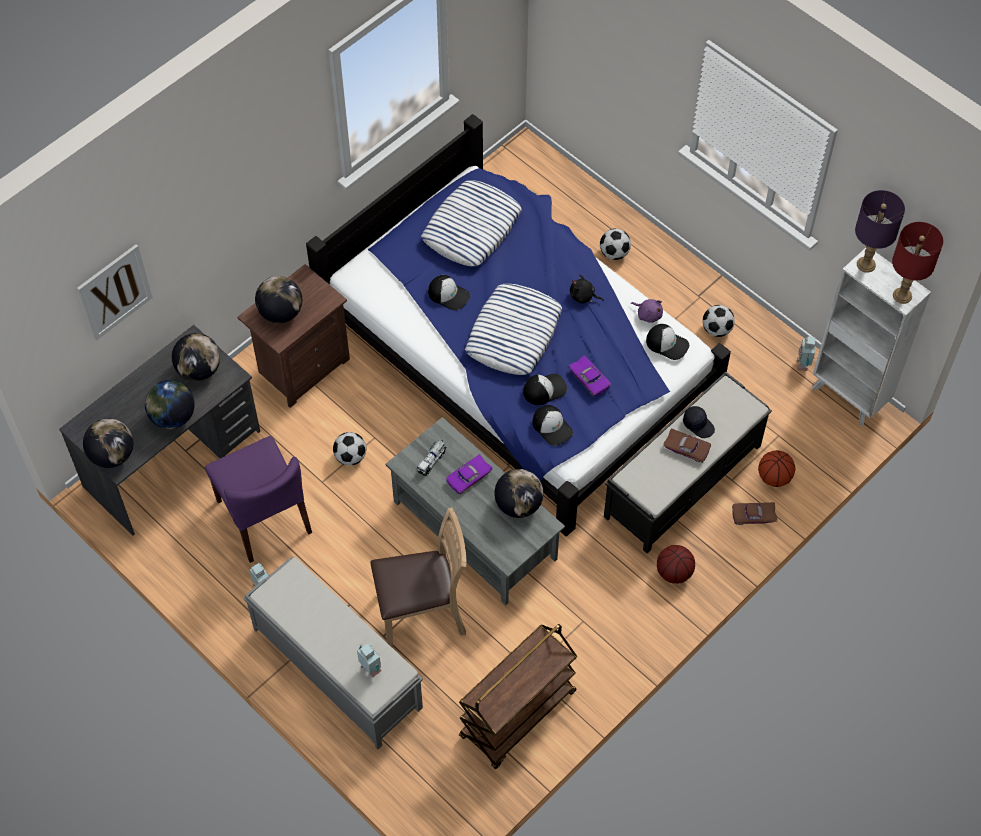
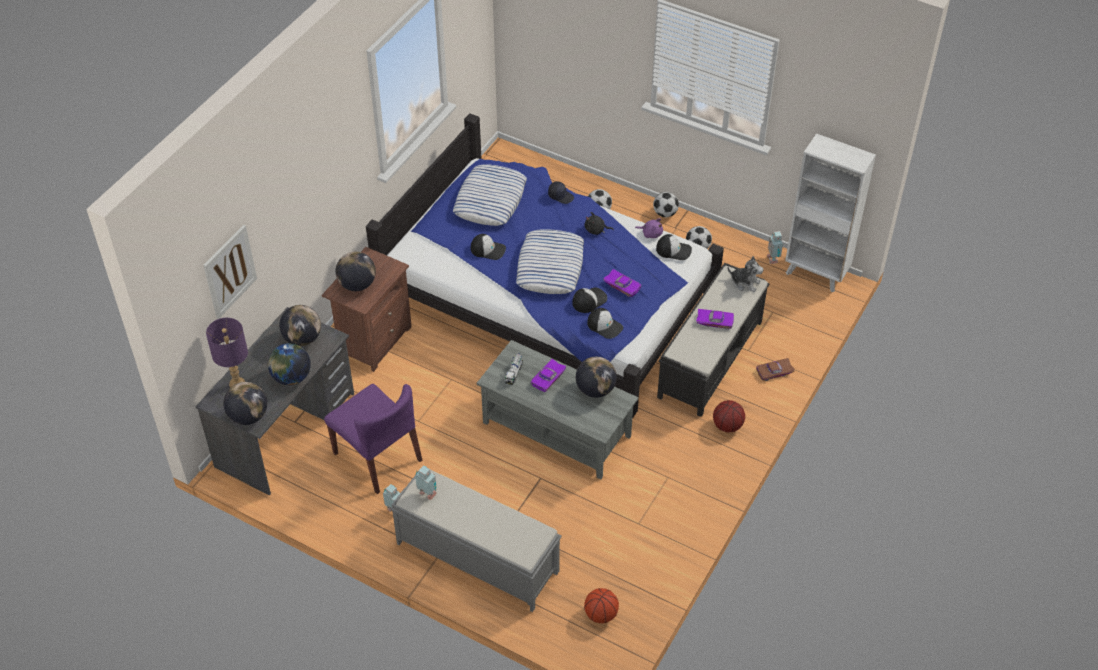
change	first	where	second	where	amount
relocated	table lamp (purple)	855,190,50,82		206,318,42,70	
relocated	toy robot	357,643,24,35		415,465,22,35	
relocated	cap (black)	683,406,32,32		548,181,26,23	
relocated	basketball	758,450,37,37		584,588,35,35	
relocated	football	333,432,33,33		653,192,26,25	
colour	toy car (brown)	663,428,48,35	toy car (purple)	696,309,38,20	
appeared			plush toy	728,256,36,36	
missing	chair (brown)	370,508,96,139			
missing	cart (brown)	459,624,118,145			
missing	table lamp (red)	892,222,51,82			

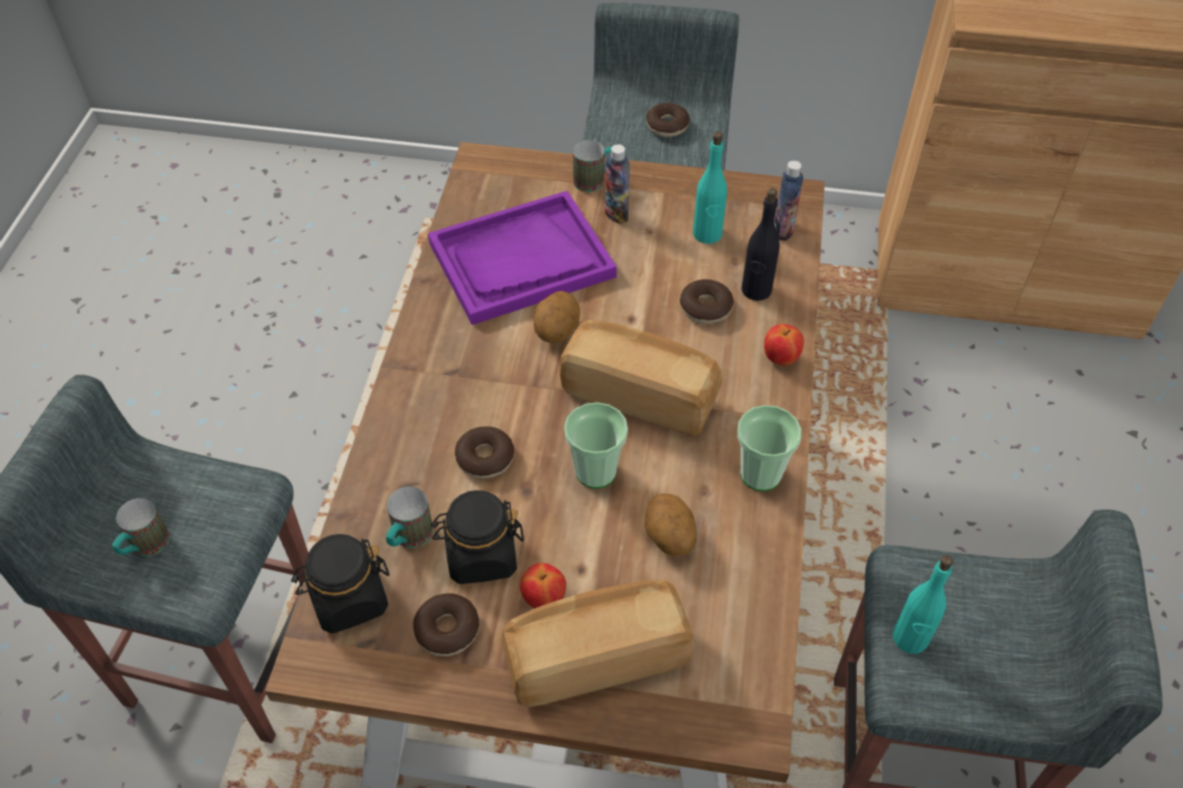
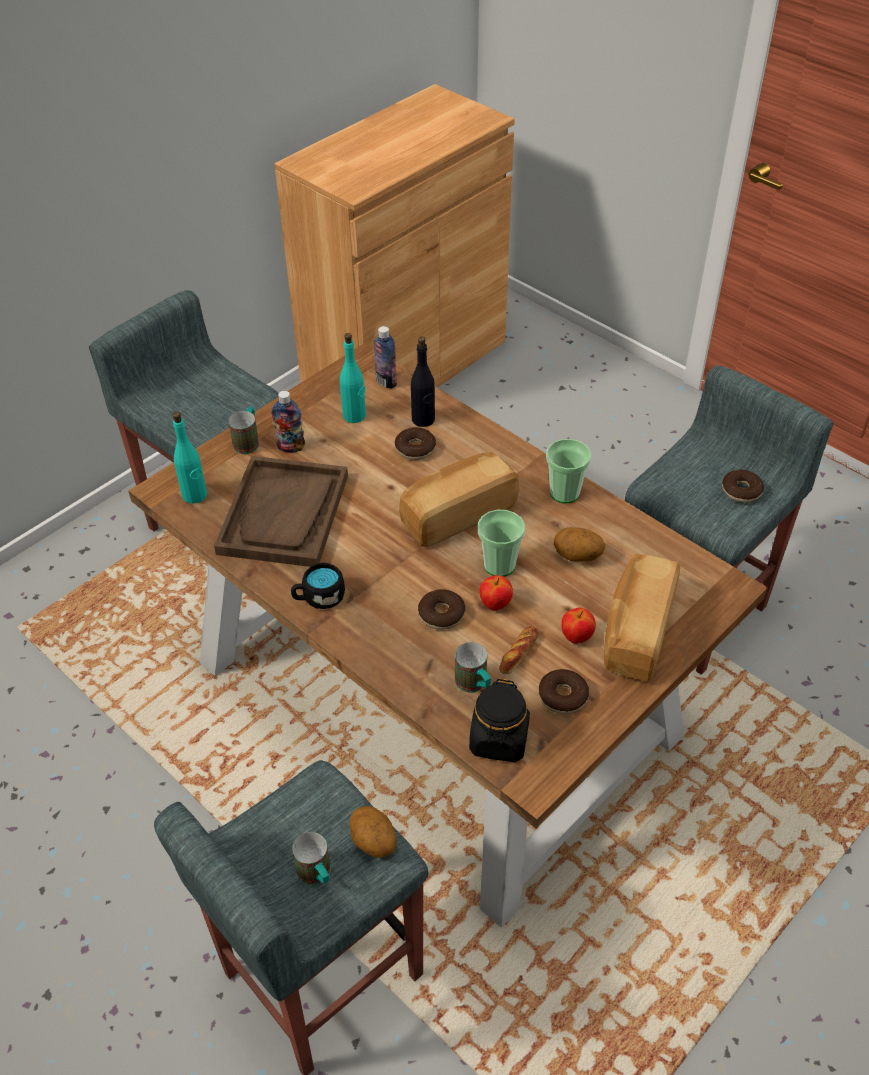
change	first	where	second	where	amount
relocated	bottle (turquoise)	893,555,60,99		173,412,34,92	
colour	tray (purple)	428,191,189,134	tray (brown)	214,456,134,111	
appeared			mug (black)	291,563,54,46	
relocated	potato	534,291,46,53		350,806,47,52	
relocated	apple	764,324,40,42		480,575,33,36	
exchanged	jar (black)	431,490,93,94	bread	499,626,40,48	
relocated	donut	646,103,44,34		722,469,42,34	

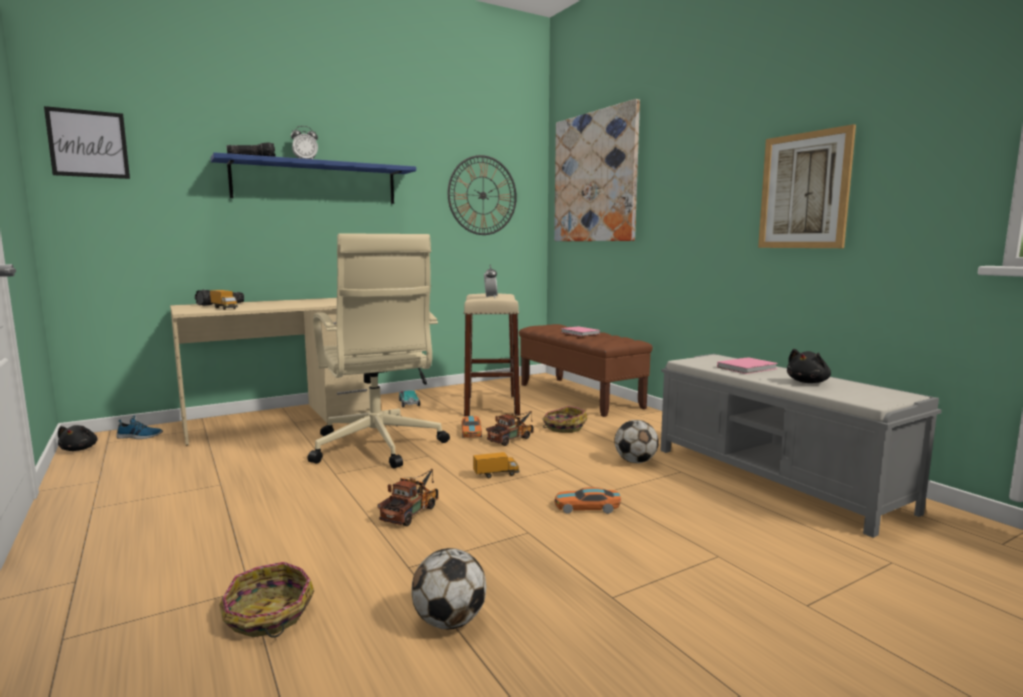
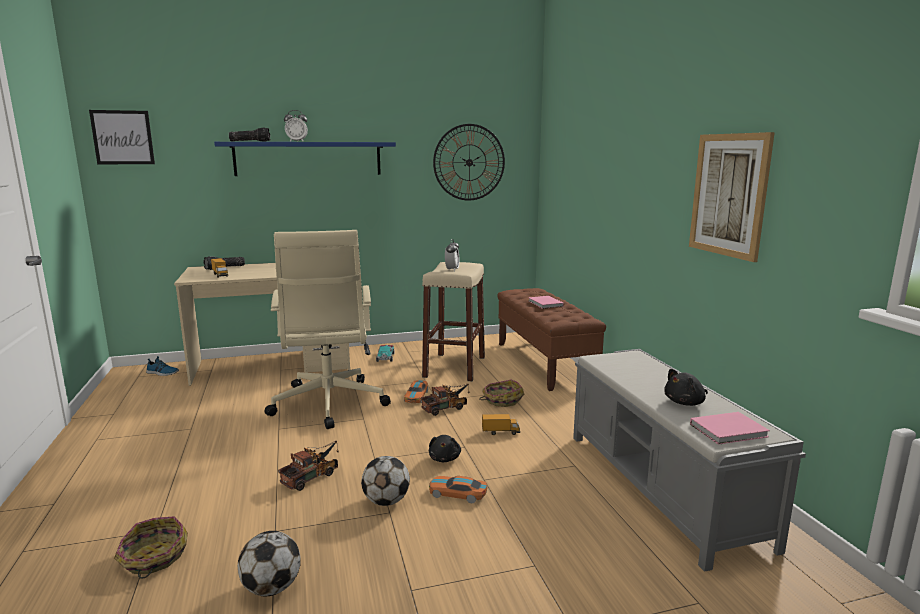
change	first	where	second	where	amount
relocated	football	614,420,45,43		361,456,49,50	
relocated	plush toy (black)	58,425,39,26		429,435,32,27	
relocated	toy truck	473,452,46,26		482,414,38,21	
relocated	book (pink)	717,357,61,17		690,412,80,33	
missing	picture	554,99,86,142			

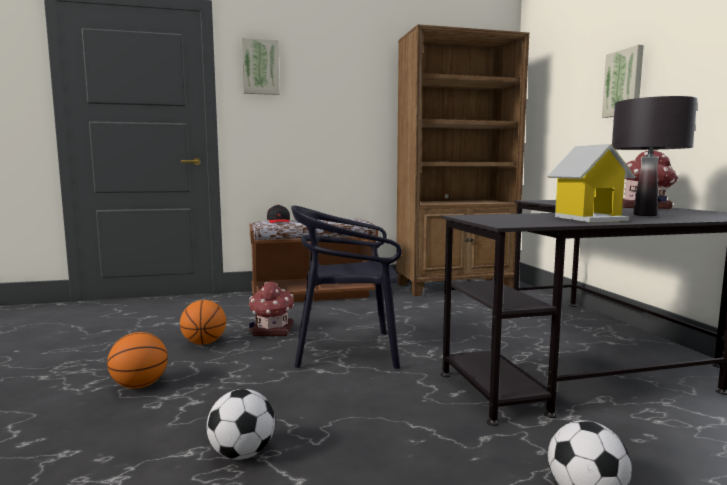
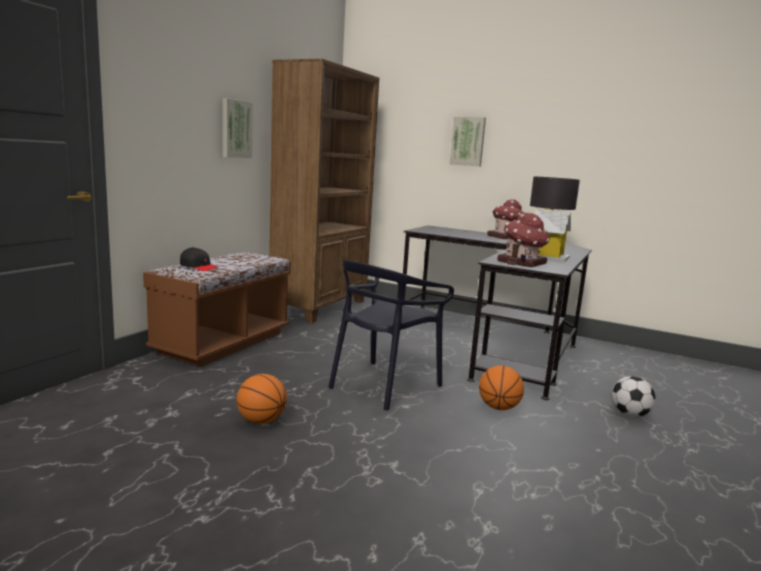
change	first	where	second	where	amount
relocated	picture	242,38,37,57		223,98,30,60	
relocated	basketball	107,332,61,57		479,365,45,45	
relocated	toy house	249,281,45,55		498,212,52,55	
missing	football	207,389,68,71			

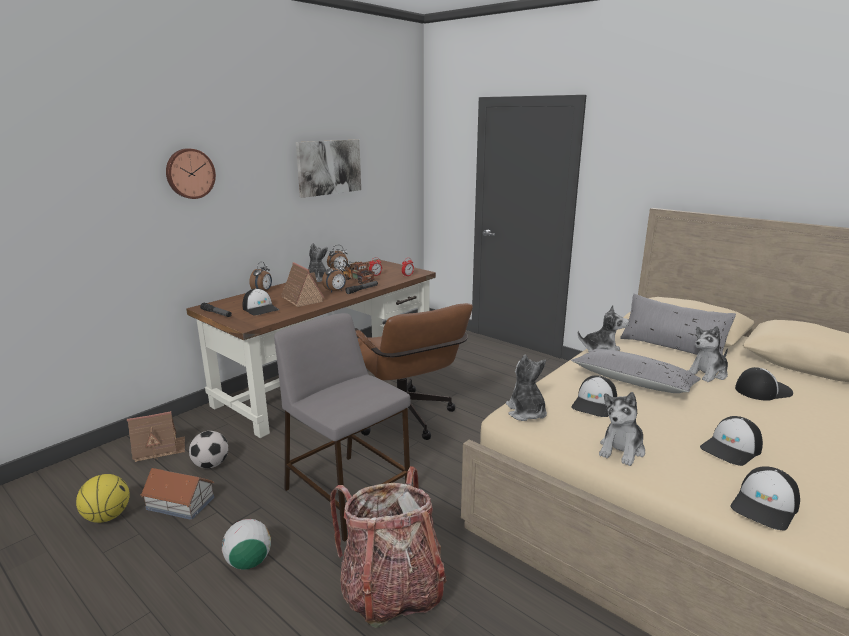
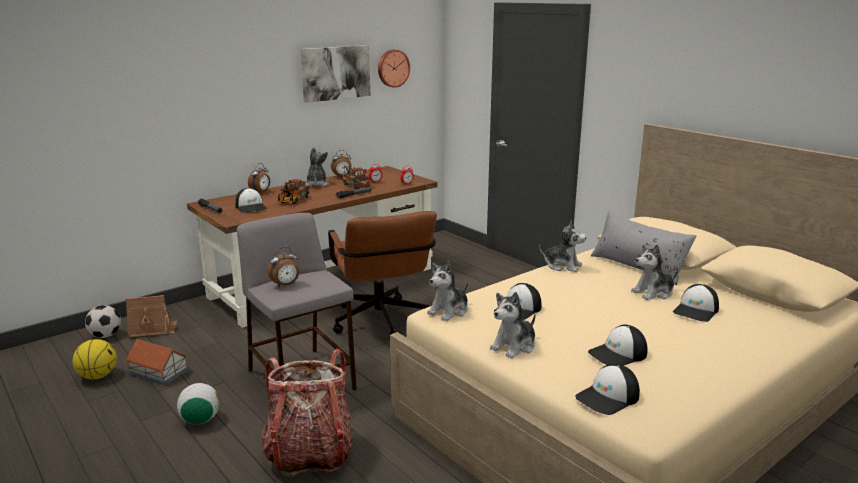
change	first	where	second	where	amount
relocated	football	189,431,39,38		85,305,36,33	
relocated	alarm clock	322,261,24,32		267,247,32,41	
exchanged	toy house	281,262,44,45	toy truck	278,179,32,25	
relocated	wall clock	166,148,50,51		378,49,32,39	
spun	plush toy	506,354,41,67		427,261,41,60	135 degrees counterclockwise
spun	cap	735,367,58,34		673,284,46,38	135 degrees clockwise
missing	pillow (grey)	571,349,130,44			

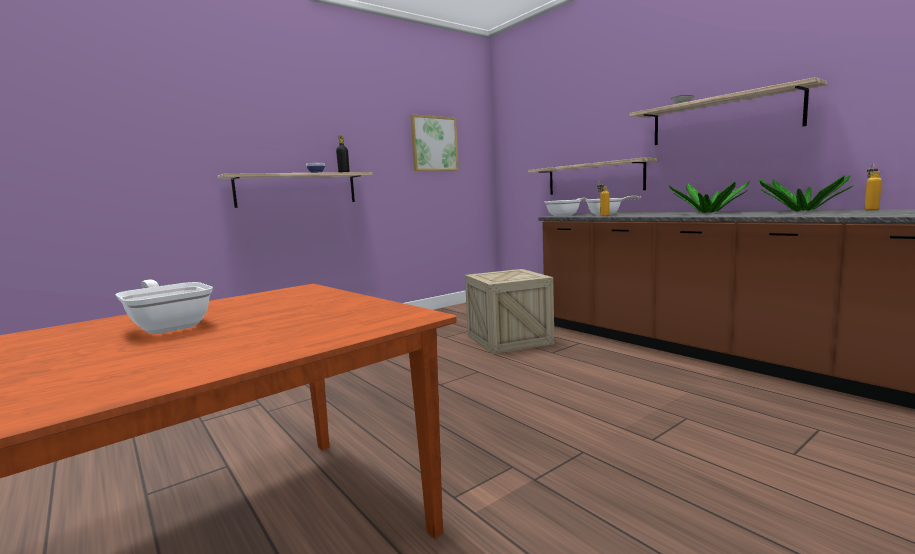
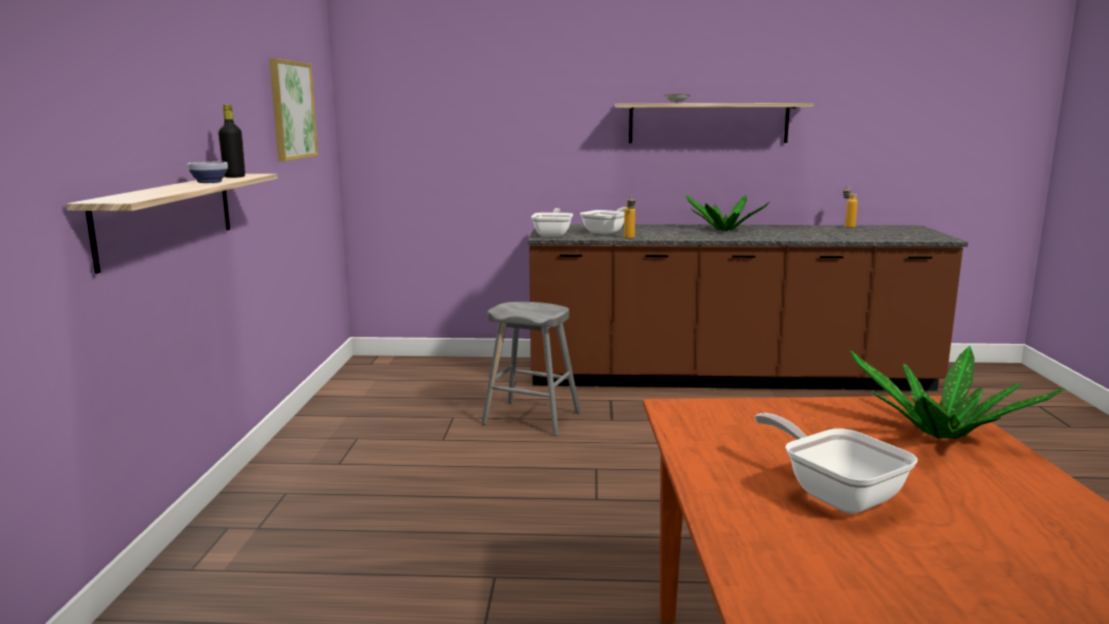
change	first	where	second	where	amount
exchanged	crate	465,269,90,85	stool (grey)	482,302,99,134	
spun	frying pan	116,279,97,55		755,413,162,101	60 degrees clockwise
relocated	potted plant	759,175,95,37		850,346,215,93	
missing	shelf	528,158,129,37			

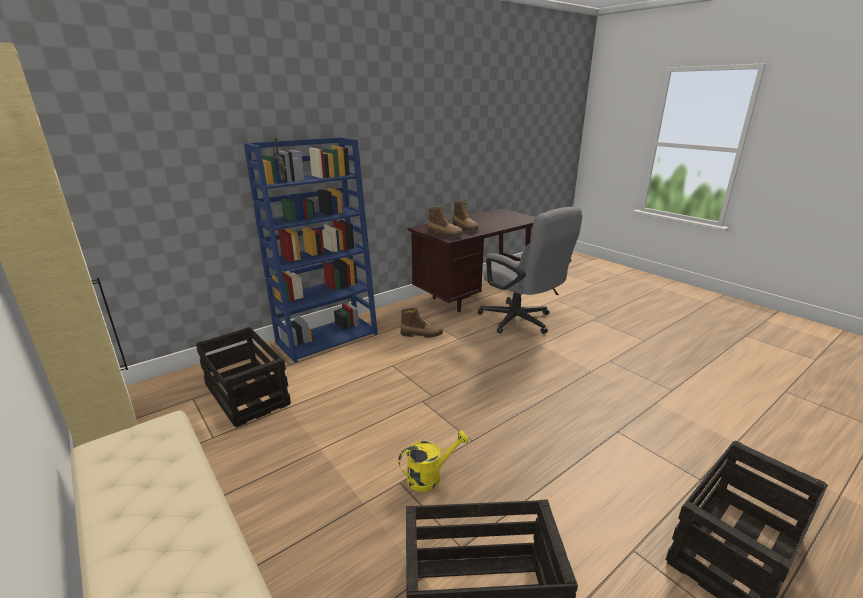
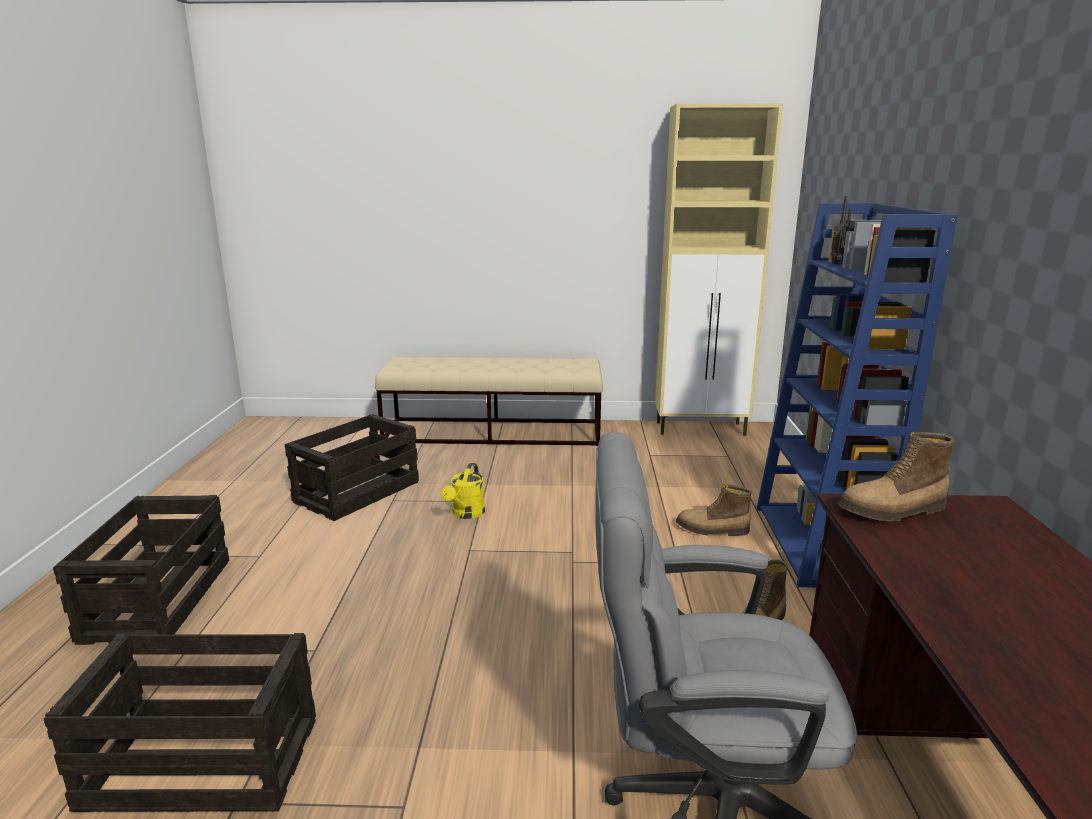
change	first	where	second	where	amount
relocated	crate	196,327,95,100		43,633,273,179	
relocated	boot	452,201,27,30		676,484,76,52	

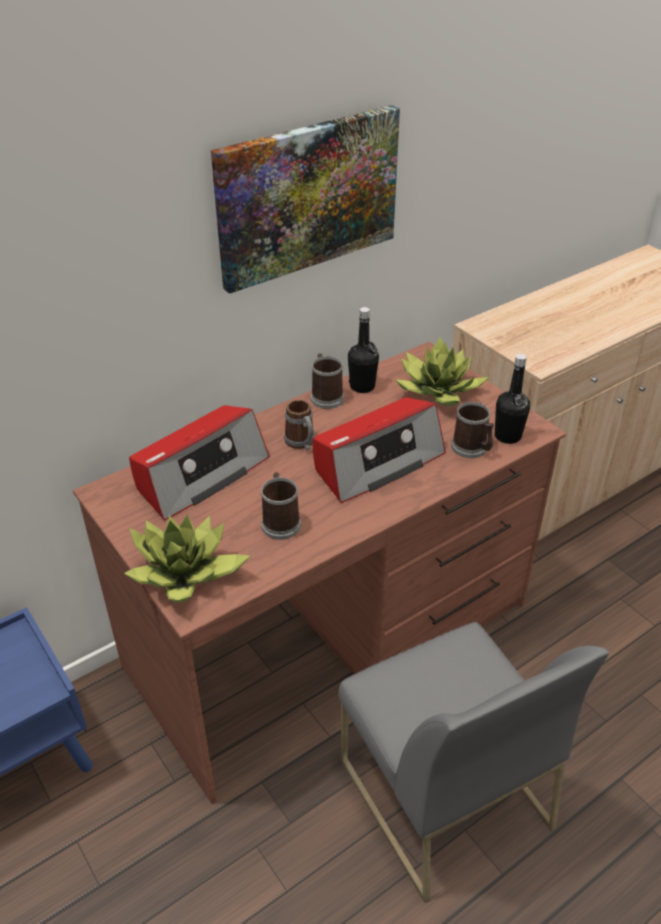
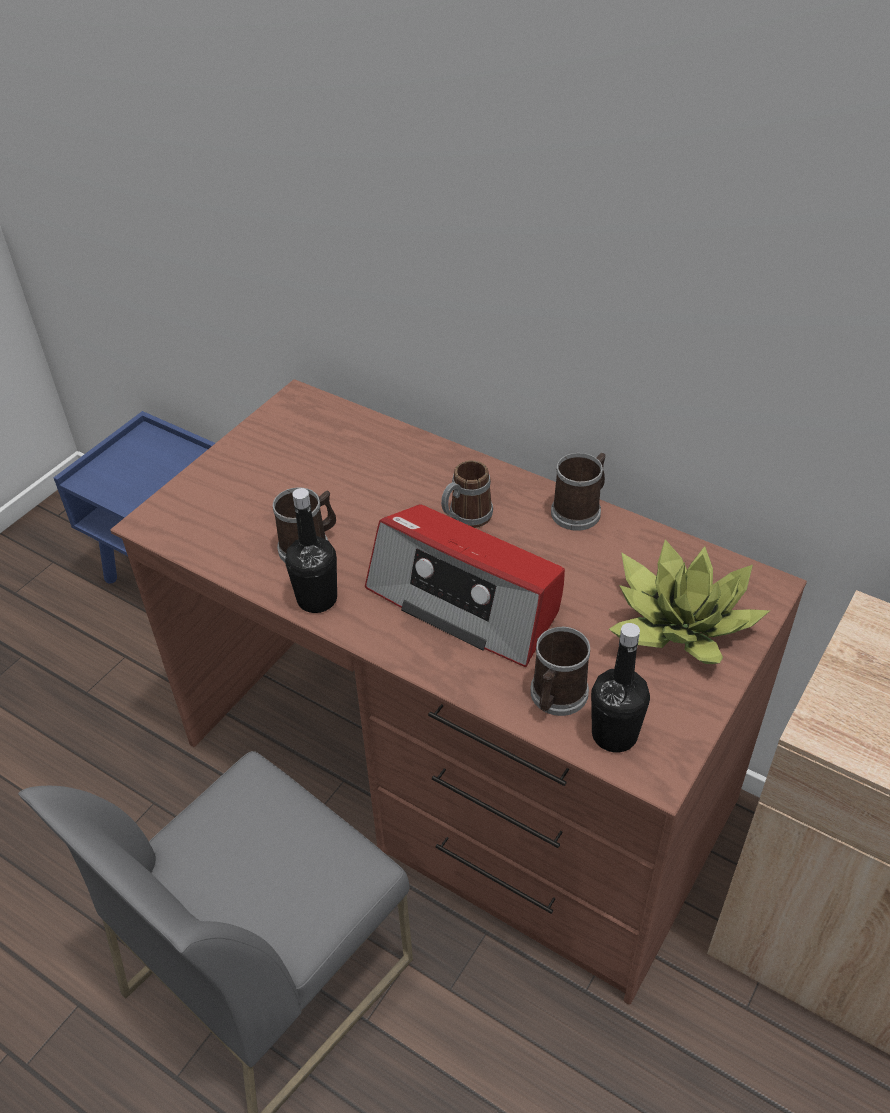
change	first	where	second	where	amount
relocated	bottle (black)	348,307,31,86		285,488,52,125	
missing	potted plant	124,514,126,89			
missing	radio	129,405,140,116			
missing	picture	211,105,189,189			

